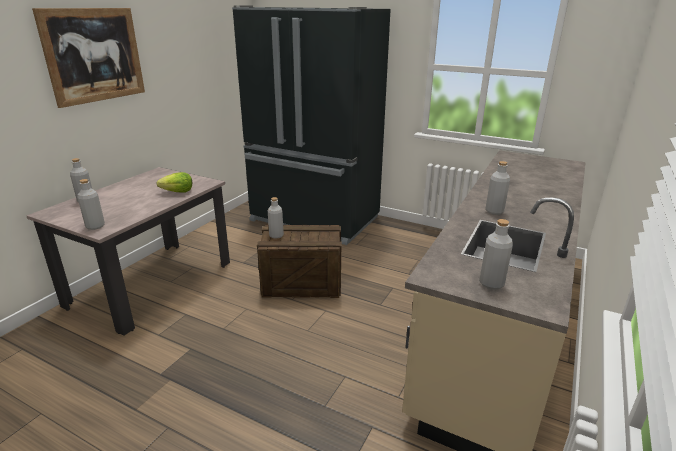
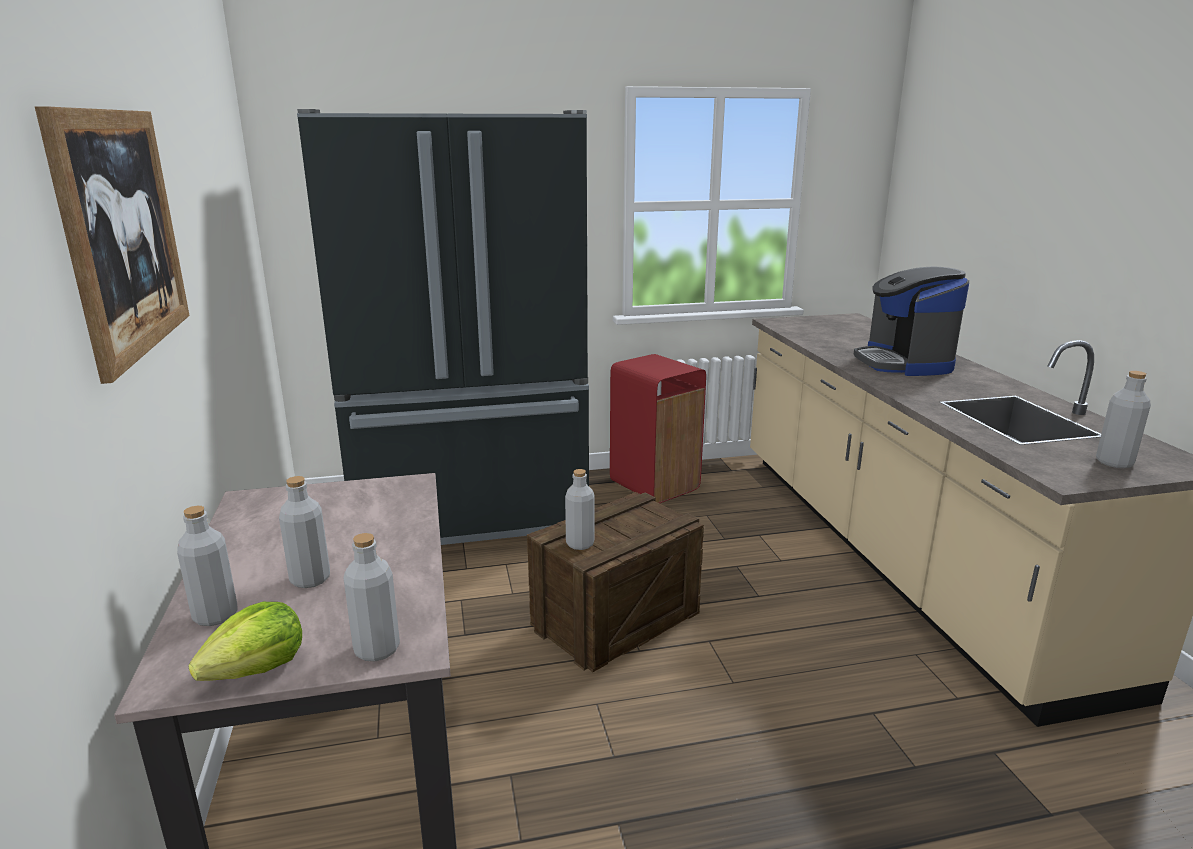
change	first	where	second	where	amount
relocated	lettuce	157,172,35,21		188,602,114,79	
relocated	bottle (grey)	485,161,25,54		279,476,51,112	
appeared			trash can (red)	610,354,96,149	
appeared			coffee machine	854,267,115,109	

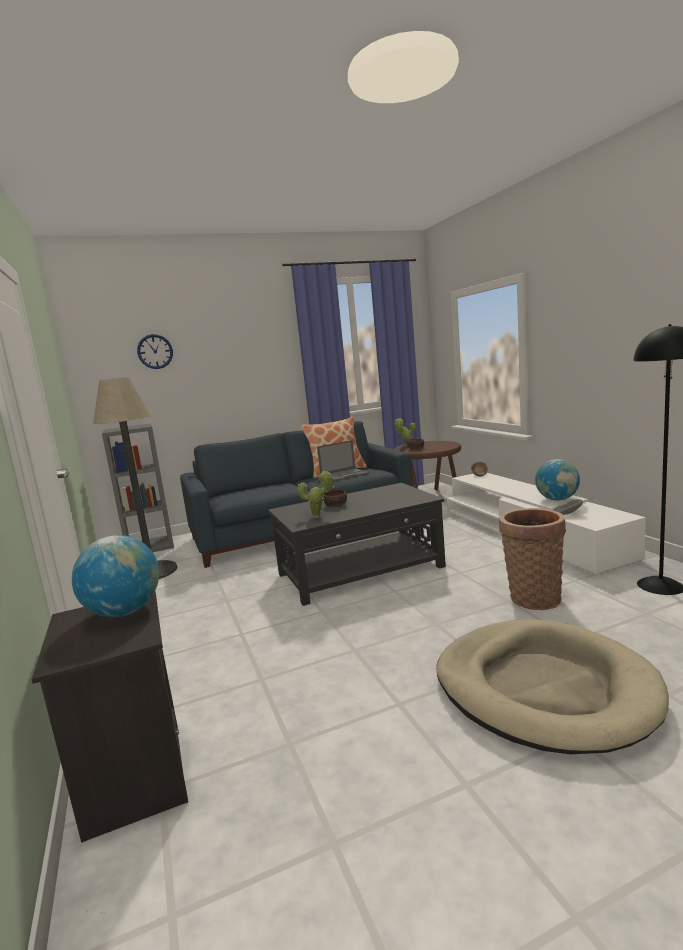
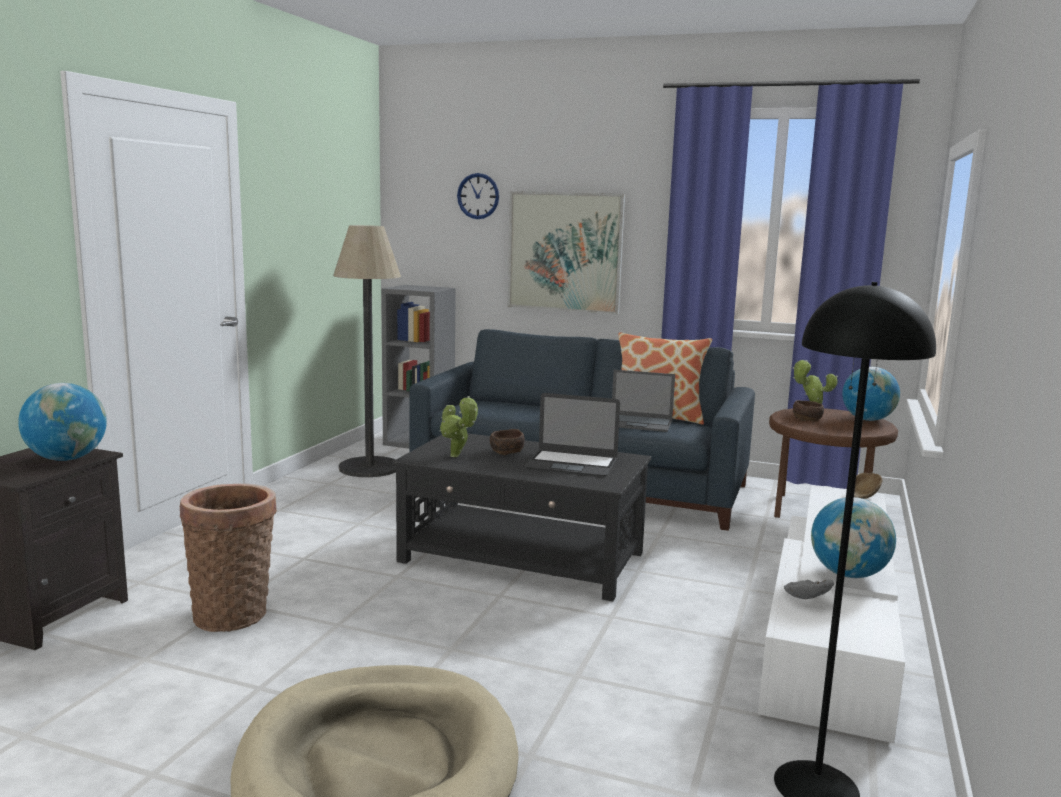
change	first	where	second	where	amount
relocated	basket	499,508,67,102		180,484,97,148	
appeared			picture	508,191,117,124	
appeared			laptop	524,393,96,83	
appeared			globe	842,367,58,54	

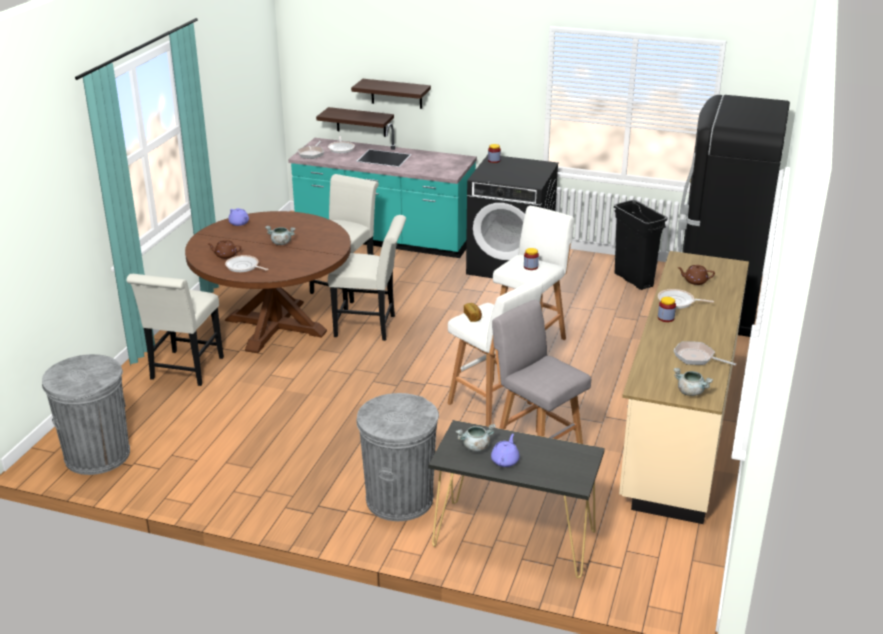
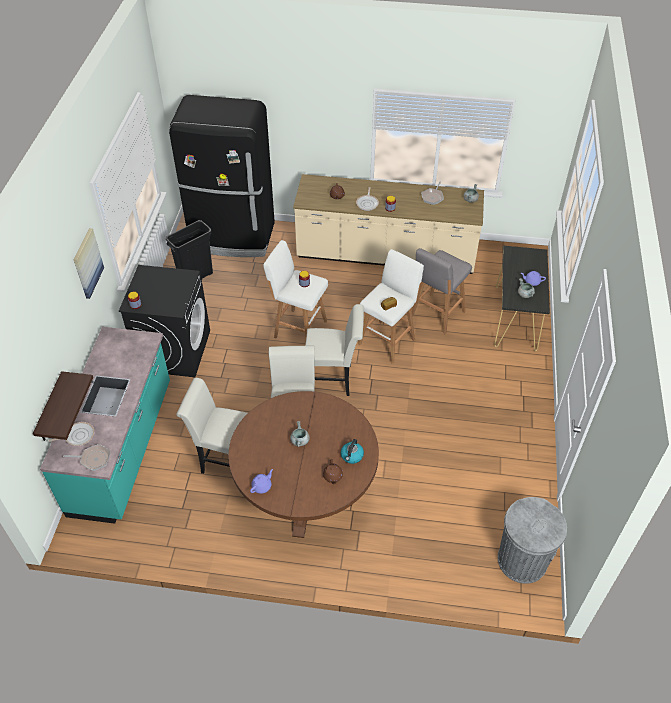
change	first	where	second	where	amount
appeared			picture	73,228,31,71	
relocated	chair (white)	126,274,98,112		305,304,59,92	
exchanged	frying pan	225,255,43,17	kettle	341,439,23,25	
missing	shelf	351,79,80,30			
missing	trash can (grey)	356,393,83,128			

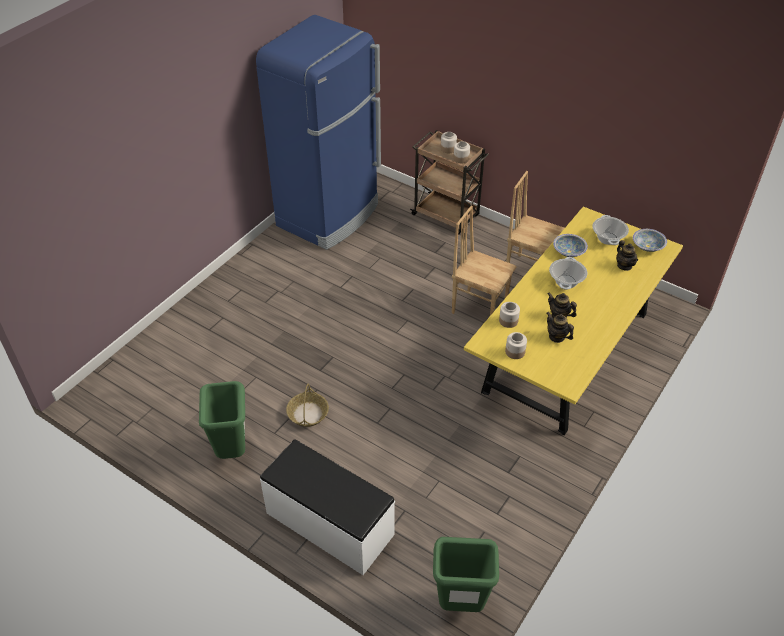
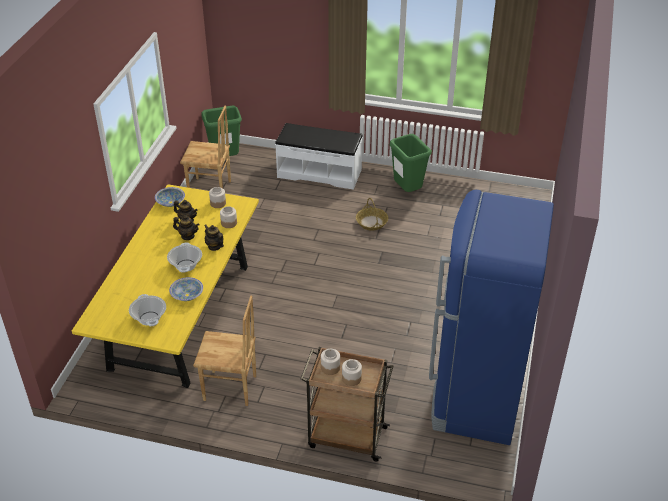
change	first	where	second	where	amount
relocated	bowl	633,229,34,23		155,187,30,20	
relocated	chair (brown)	452,206,65,110		180,106,51,82	
relocated	teapot	616,240,22,31		204,224,20,27	

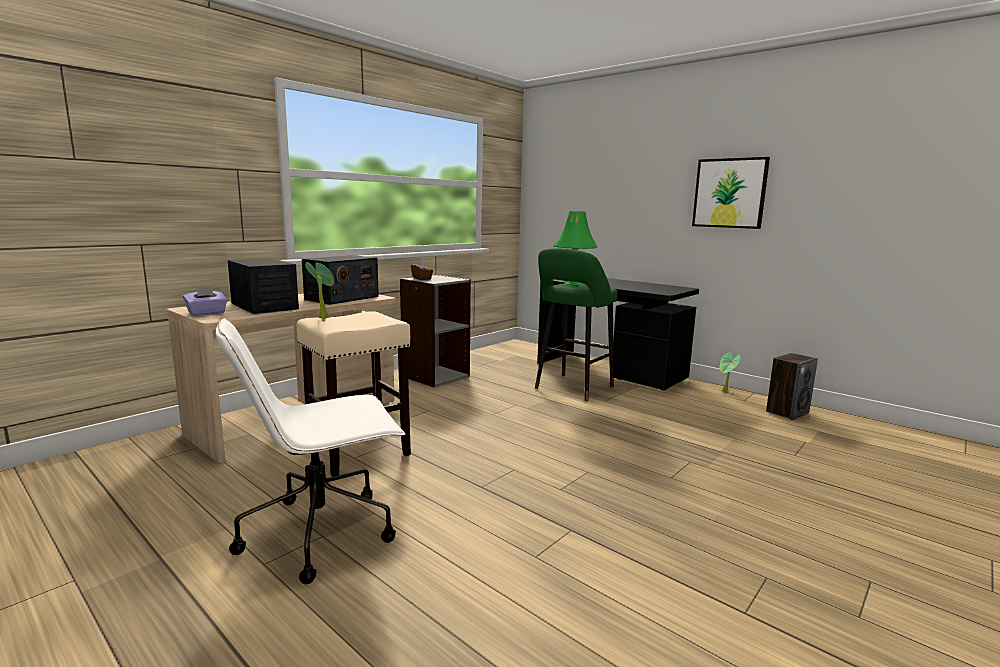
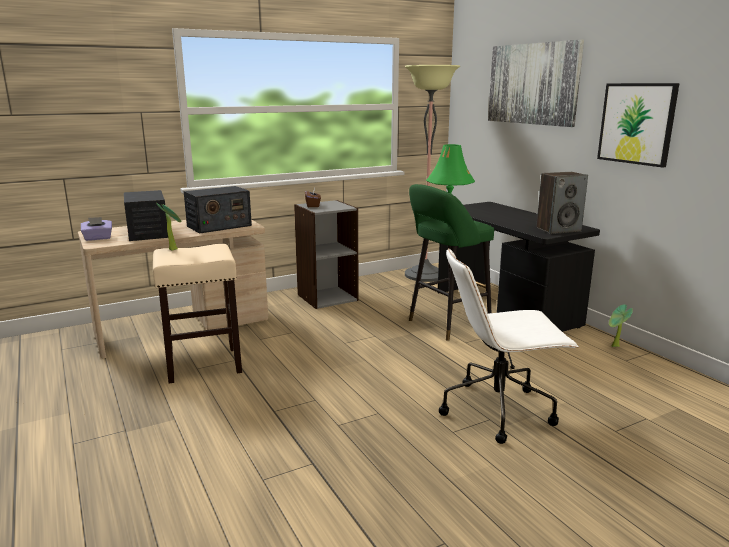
change	first	where	second	where	amount
appeared			floor lamp	405,65,55,217	
relocated	office chair (white)	216,318,189,266		439,248,140,196	
appeared			picture	488,39,96,88	
relocated	speaker	766,353,52,67		536,172,52,62	

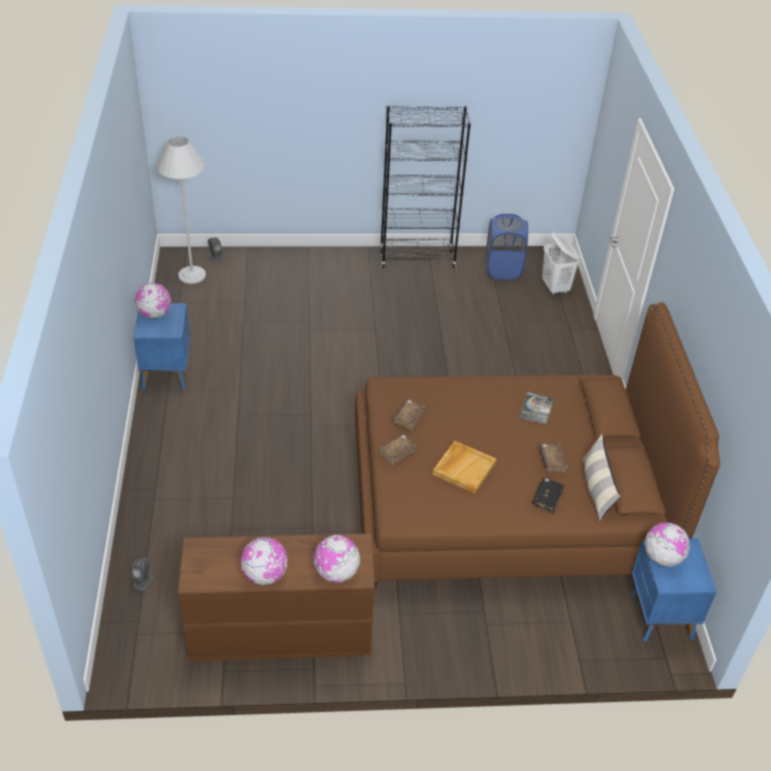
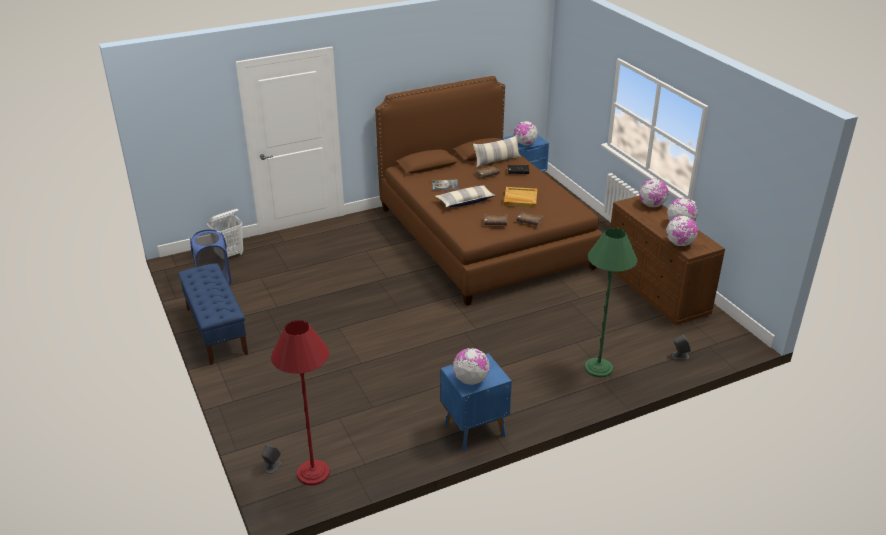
change	first	where	second	where	amount
exchanged	bookcase (black)	380,106,91,162	bench (blue)	178,264,70,101	
colour	floor lamp (white)	157,136,49,148	floor lamp (red)	271,320,59,166	
appeared			pillow	435,185,61,22	
appeared			floor lamp (green)	584,228,53,149	
appeared			globe	666,216,32,30	

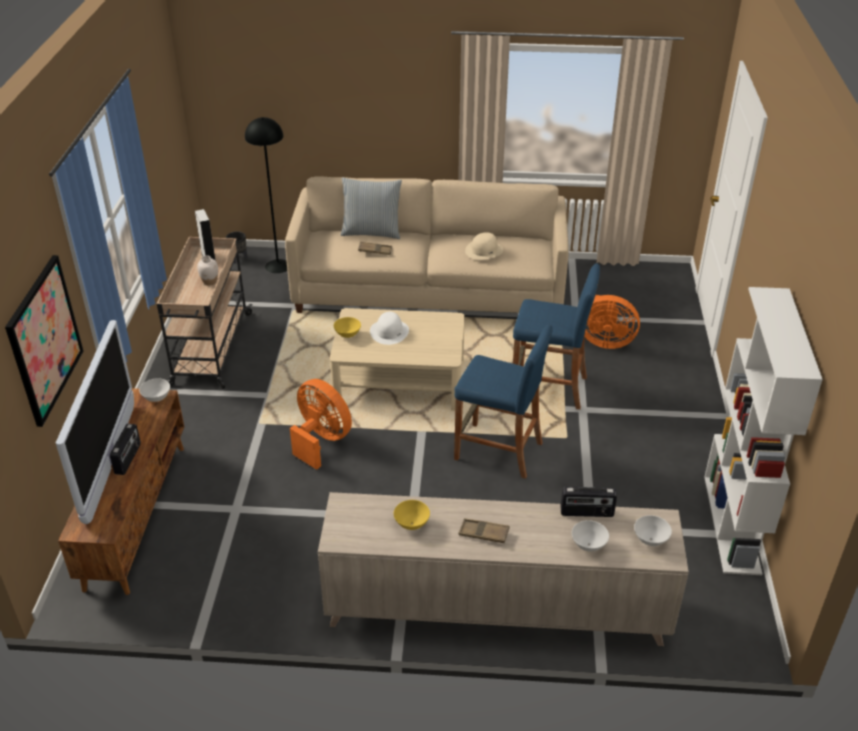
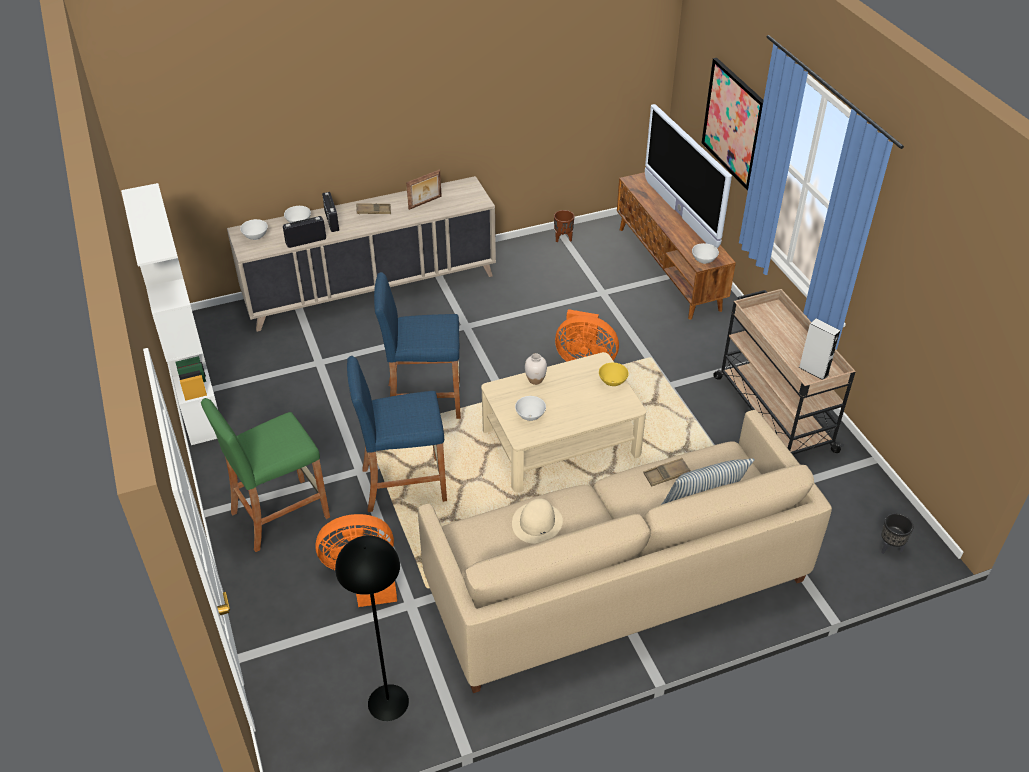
change	first	where	second	where	amount
appeared			stool (green)	201,398,129,154	
relocated	radio	110,424,31,51		322,192,17,40	
relocated	floor lamp (black)	245,117,42,156		335,535,74,186	
exchanged	bowl (yellow)	394,500,36,30	picture frame	406,169,36,41	
appeared			bowl (white)	515,396,31,25	
relocated	vase (white)	197,255,21,31		525,353,22,32	
appeared			planter (brown)	554,210,21,32	
missing	hat (white)	370,312,39,33			

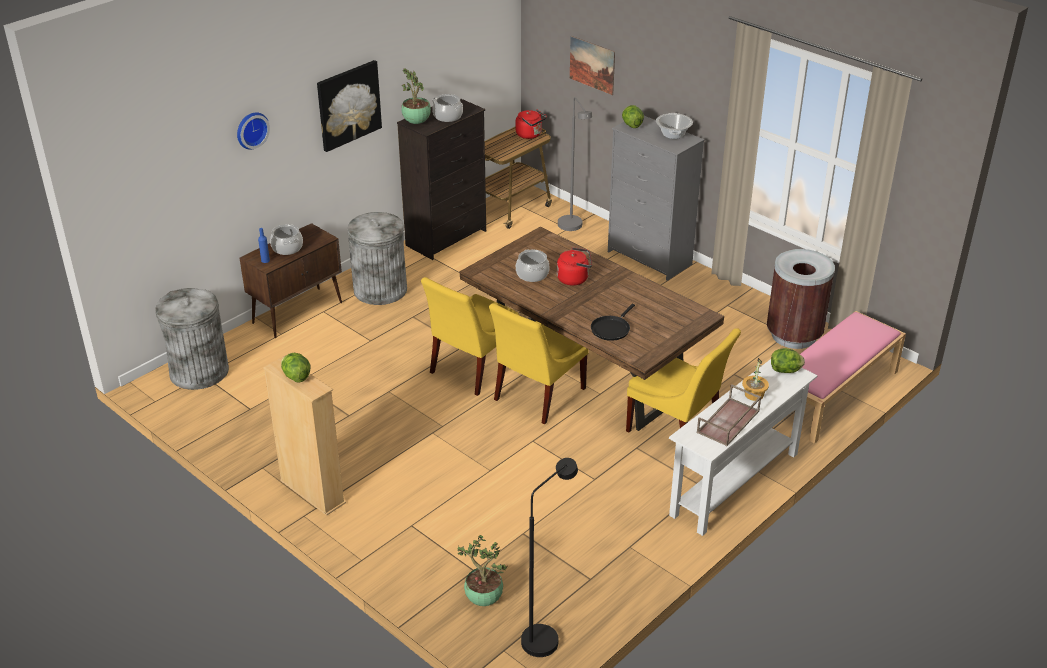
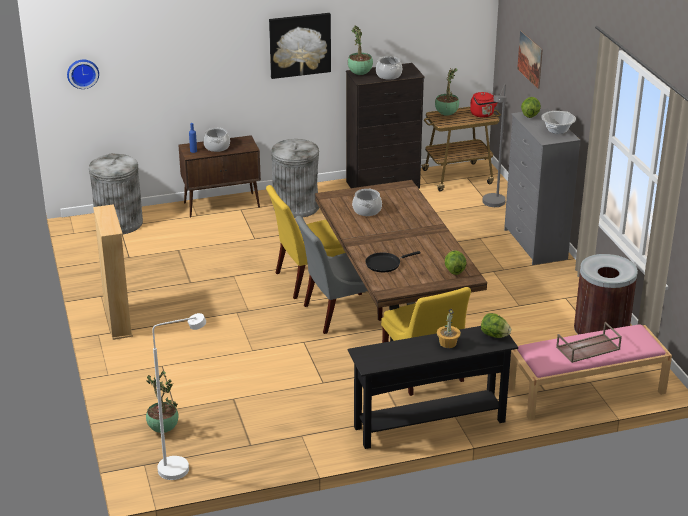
change	first	where	second	where	amount
relocated	wall clock	237,112,33,38		67,59,32,30	
colour	floor lamp (black)	521,458,57,199	floor lamp (white)	153,313,53,167	
colour	chair (yellow)	489,303,100,121	chair (grey)	295,216,87,118	
colour	console table (white)	669,359,149,177	console table (black)	348,326,170,123	
appeared			potted plant	435,68,24,48	
relocated	lettuce	281,353,29,30		445,250,22,25	
relocated	tray (brown)	697,384,64,62		556,322,66,41	
missing	kettle (red)	557,247,35,39			

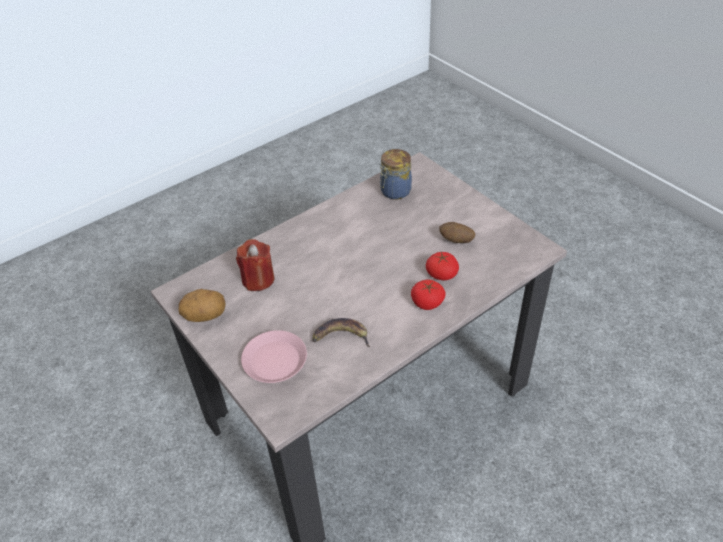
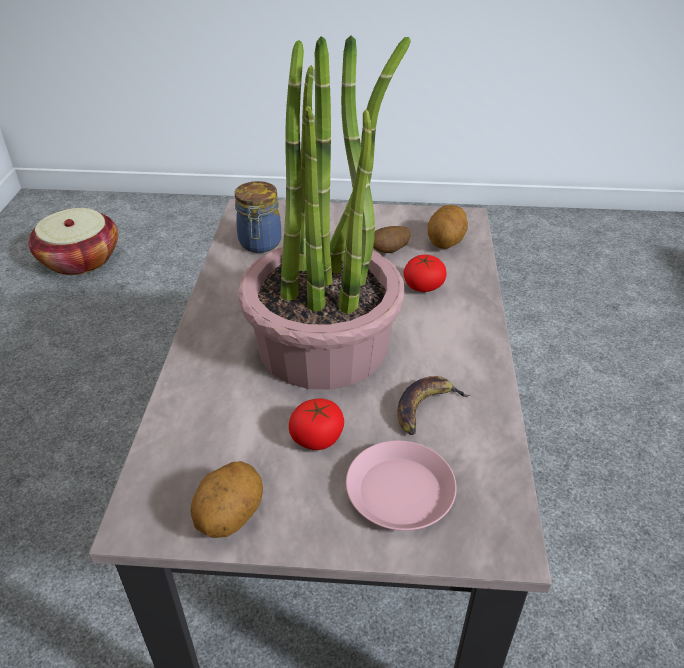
change	first	where	second	where	amount
appeared			basket	28,208,90,67	
appeared			potted plant	238,36,173,354	
relocated	tomato	411,279,35,31		289,399,55,51	
appeared			potato	428,205,40,44	
missing	candle (red)	236,239,38,52			

